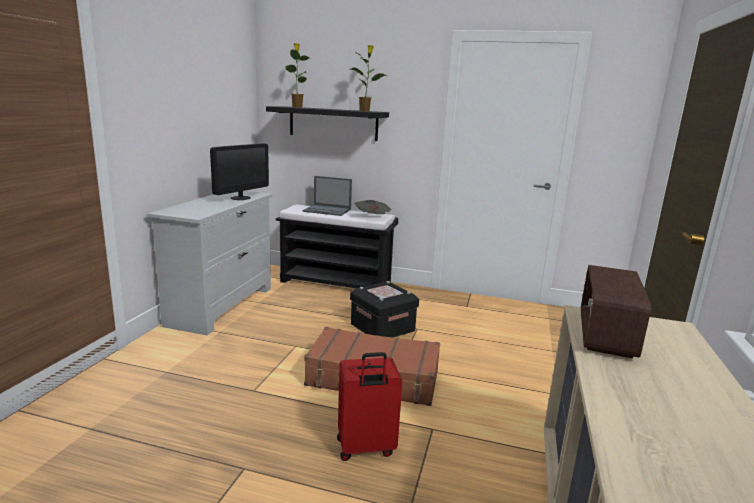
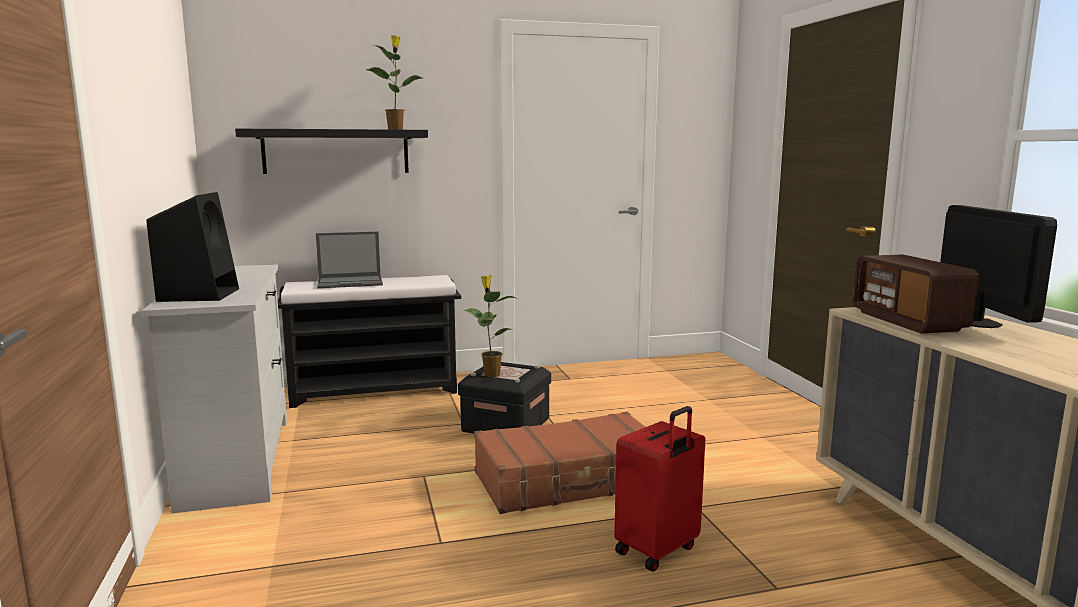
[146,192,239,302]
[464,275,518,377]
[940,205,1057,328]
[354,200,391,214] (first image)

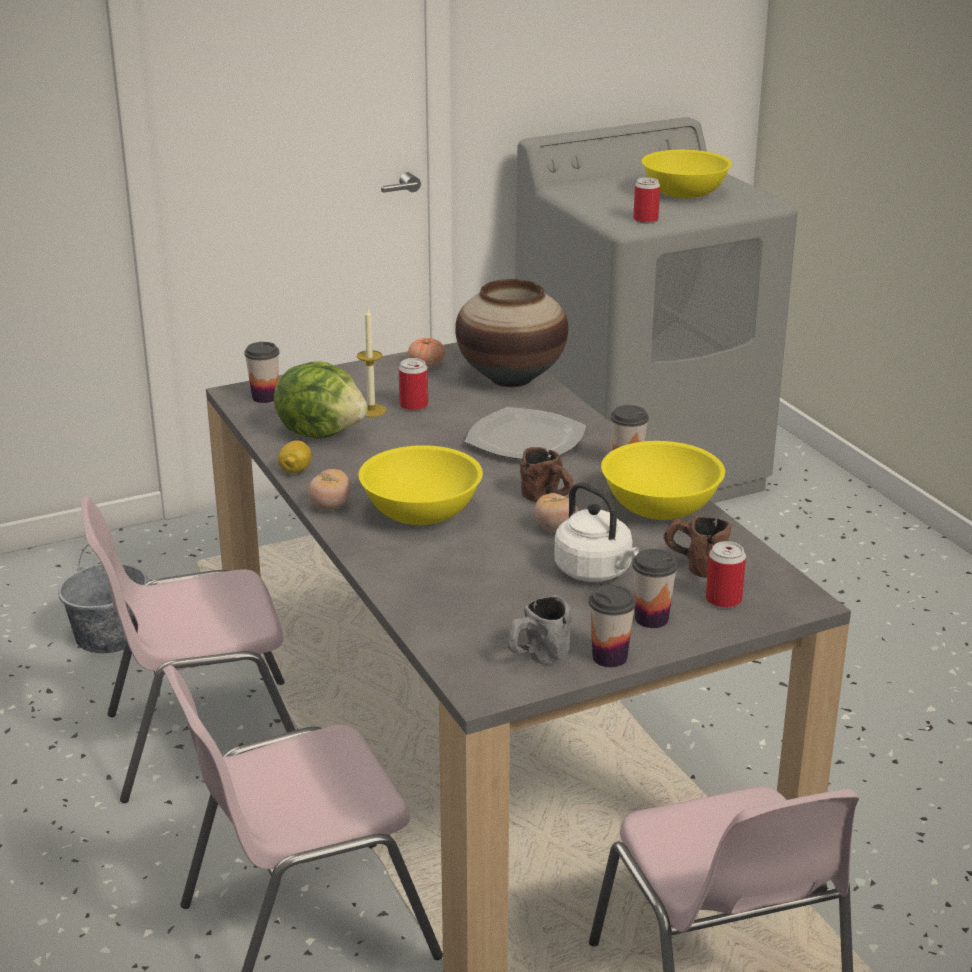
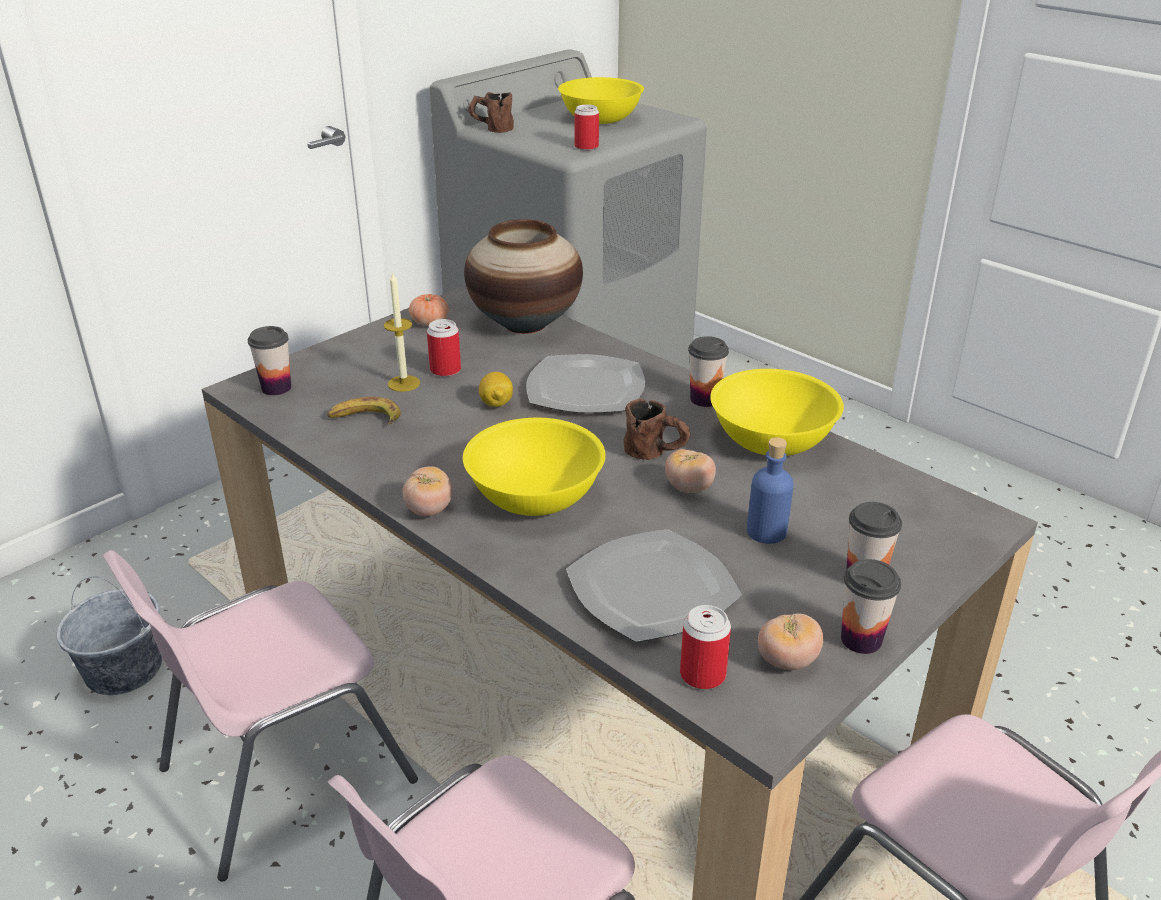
[327,397,401,424]
[468,92,514,133]
[479,372,513,407]
[566,529,742,642]
[680,605,731,690]
[747,437,794,544]
[758,613,824,670]

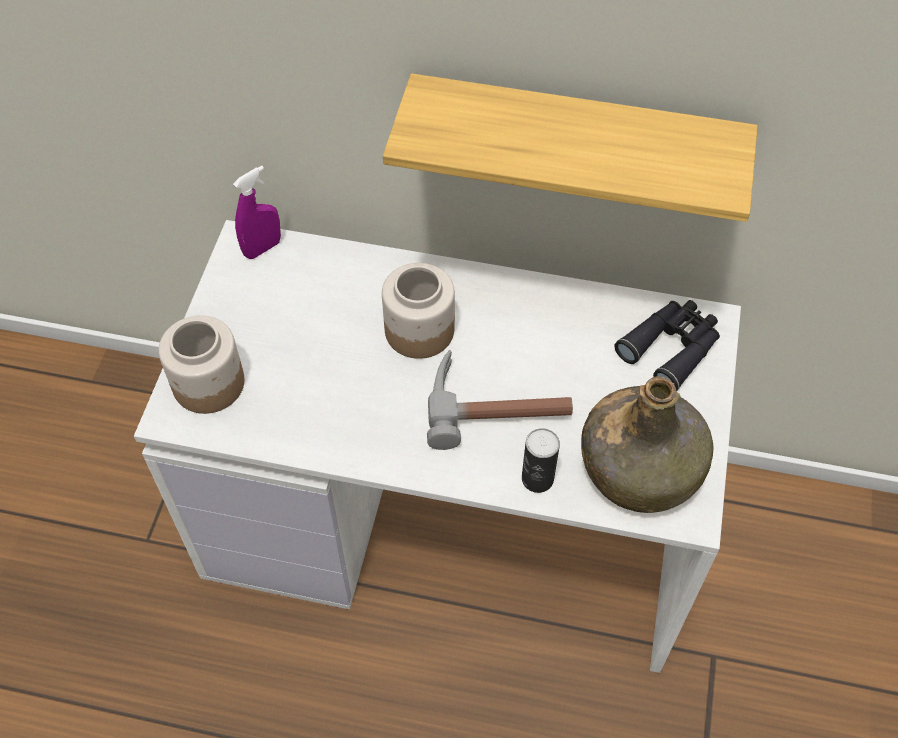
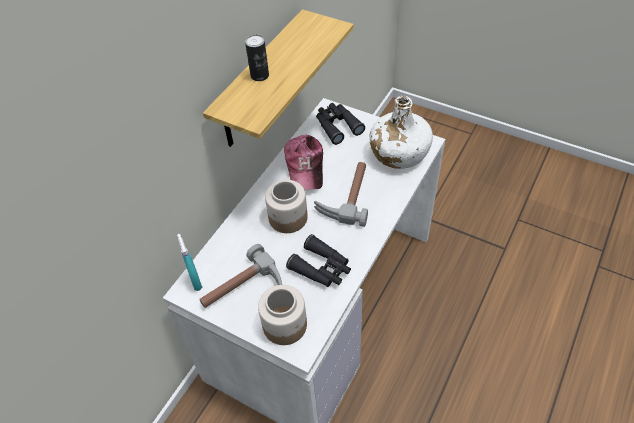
[177,234,202,291]
[200,244,282,308]
[245,35,269,81]
[284,135,323,190]
[286,234,351,287]
[369,96,433,169]

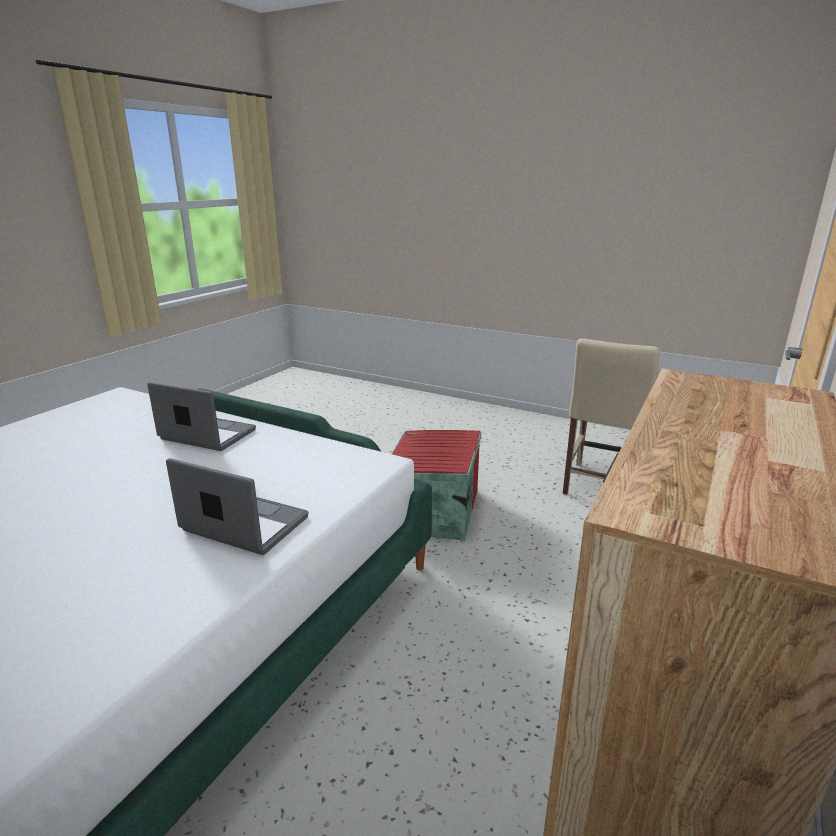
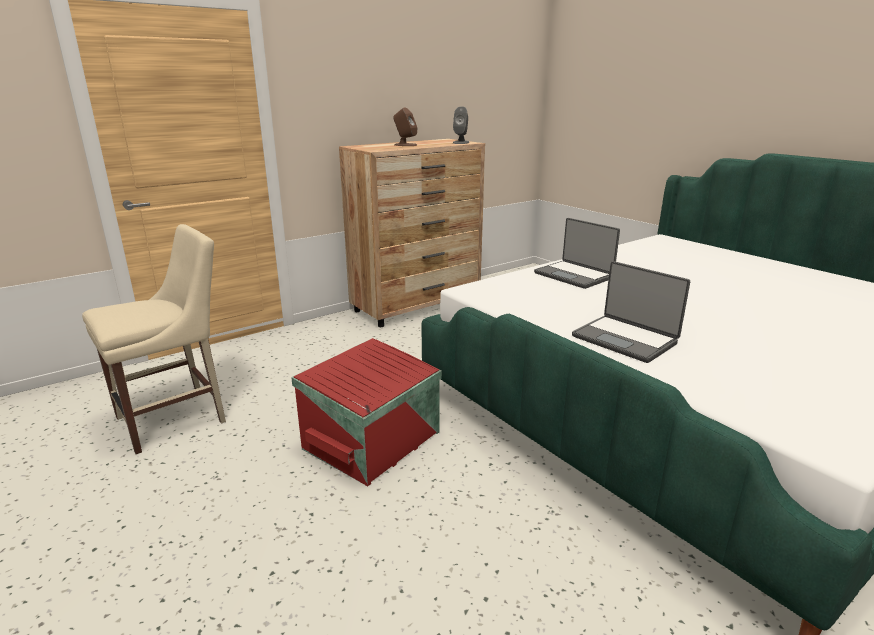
[393,108,417,146]
[453,106,469,144]

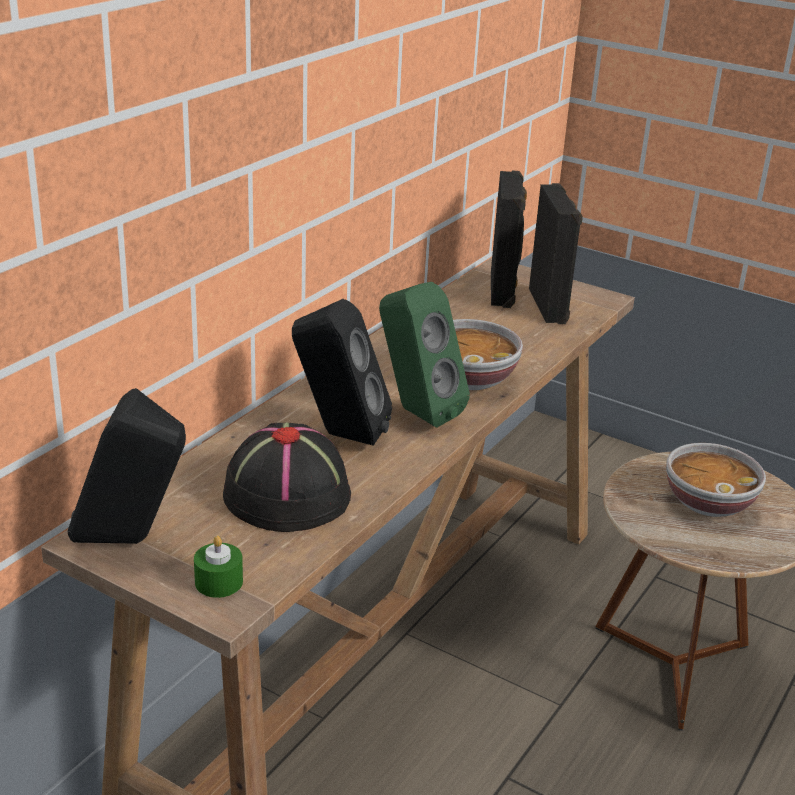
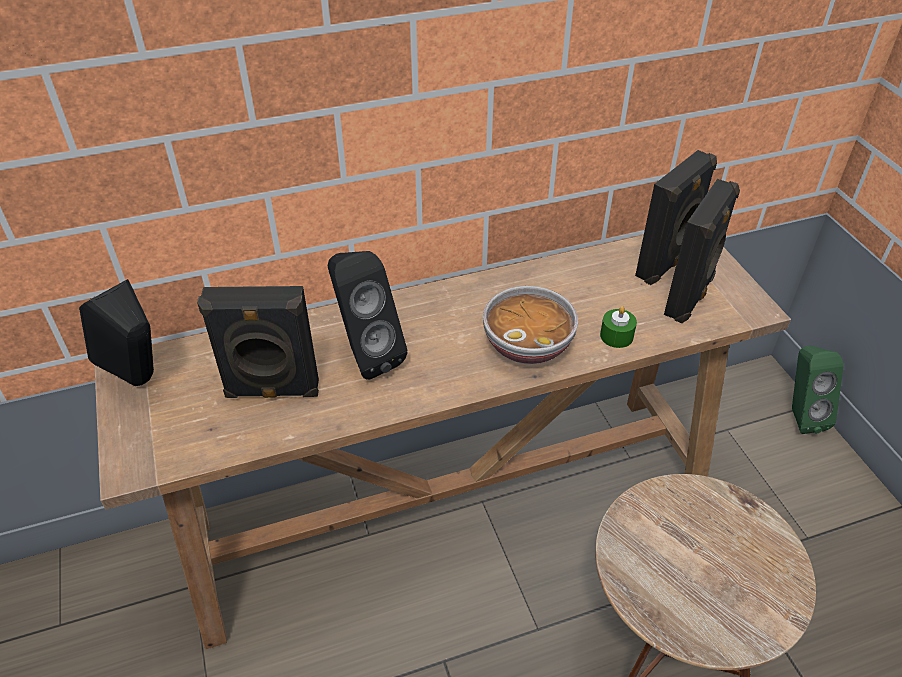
[197,286,319,398]
[600,306,637,348]
[792,345,844,434]
[666,443,766,517] (first image)

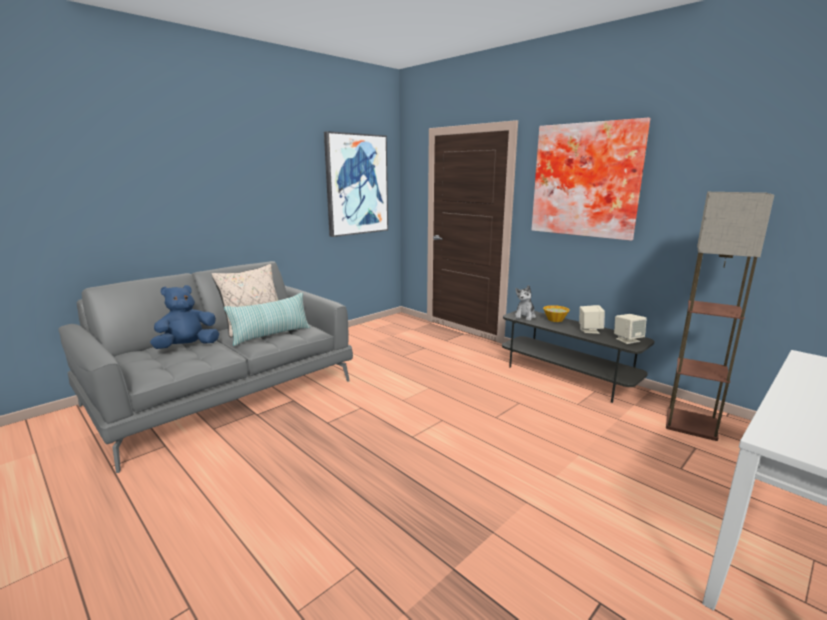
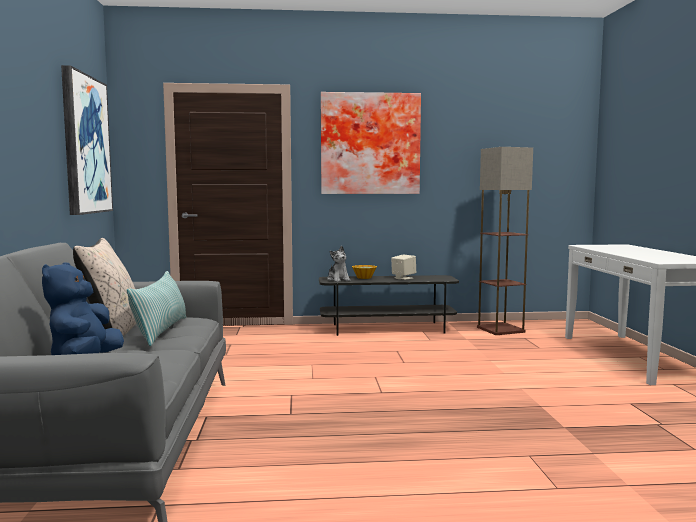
[614,314,647,344] (first image)

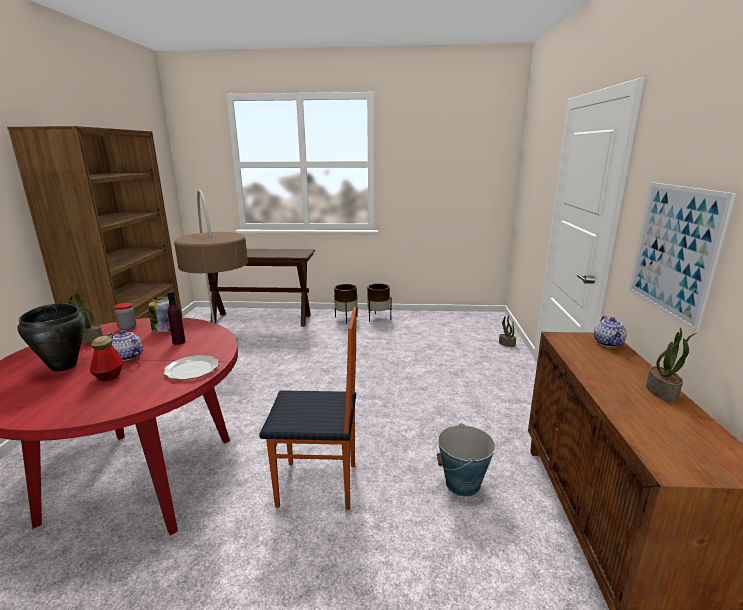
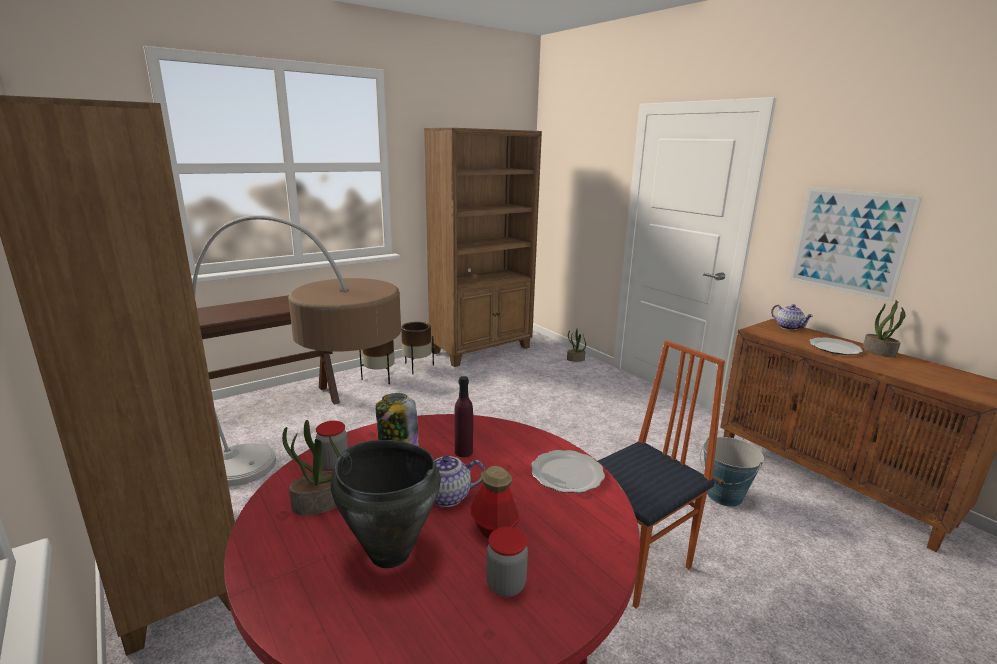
[424,128,542,367]
[486,527,528,597]
[809,337,863,355]

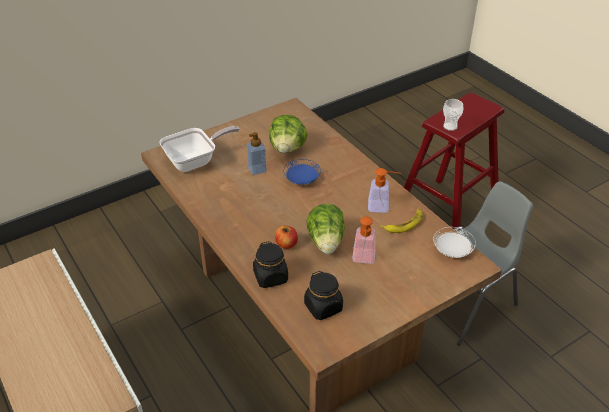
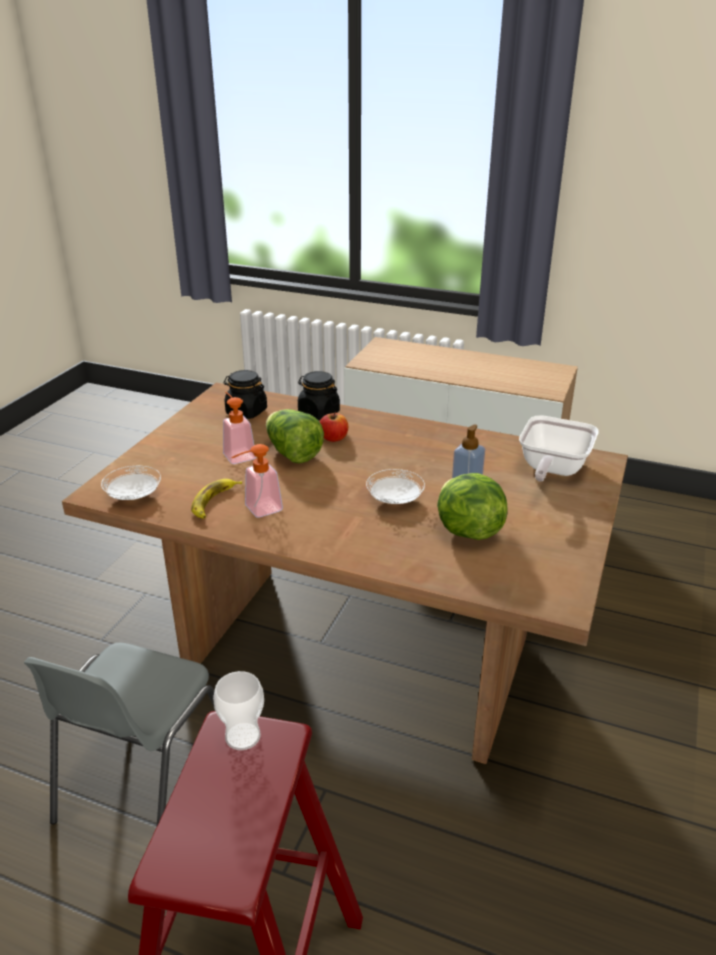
[366,469,425,504]

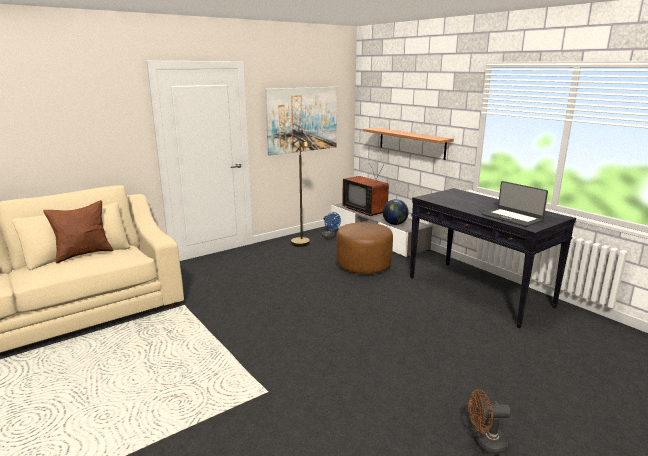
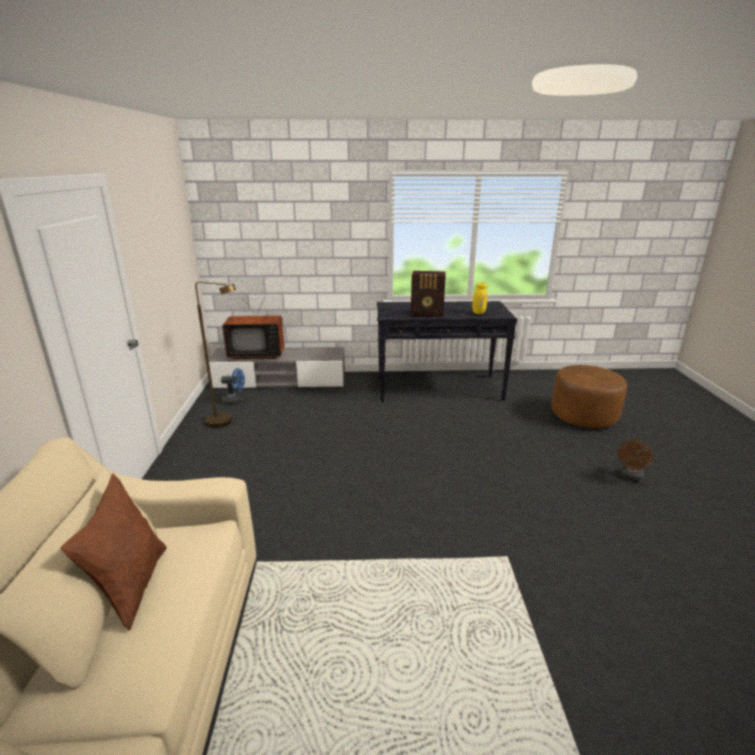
[411,271,446,317]
[472,283,488,314]
[551,365,627,428]
[265,87,337,156] (first image)
[363,128,454,160] (first image)
[383,199,409,225] (first image)

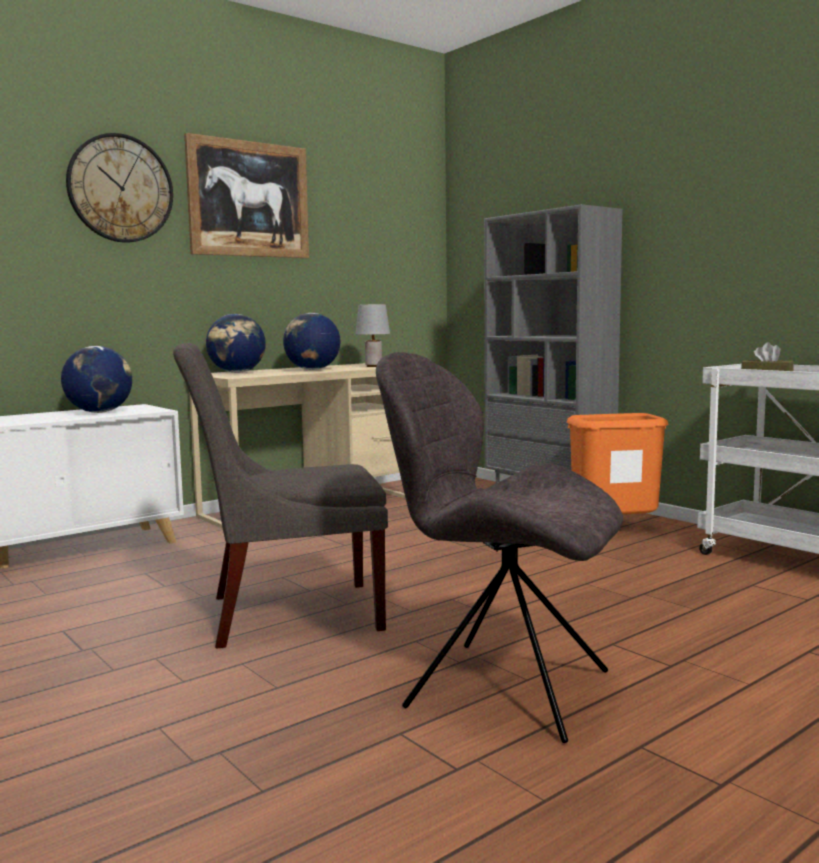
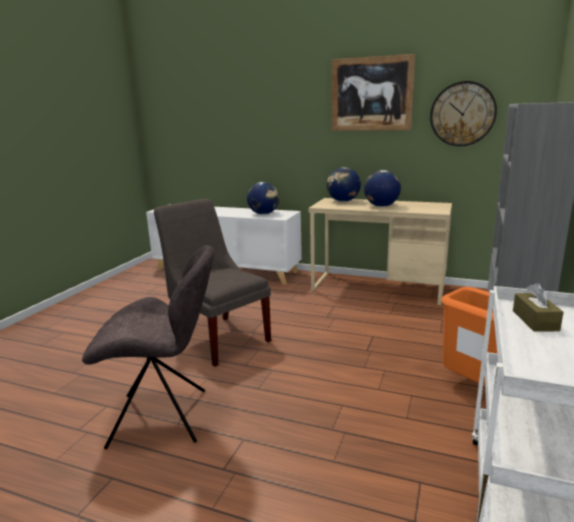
[82,245,215,449]
[430,81,497,146]
[356,304,390,367] (first image)

